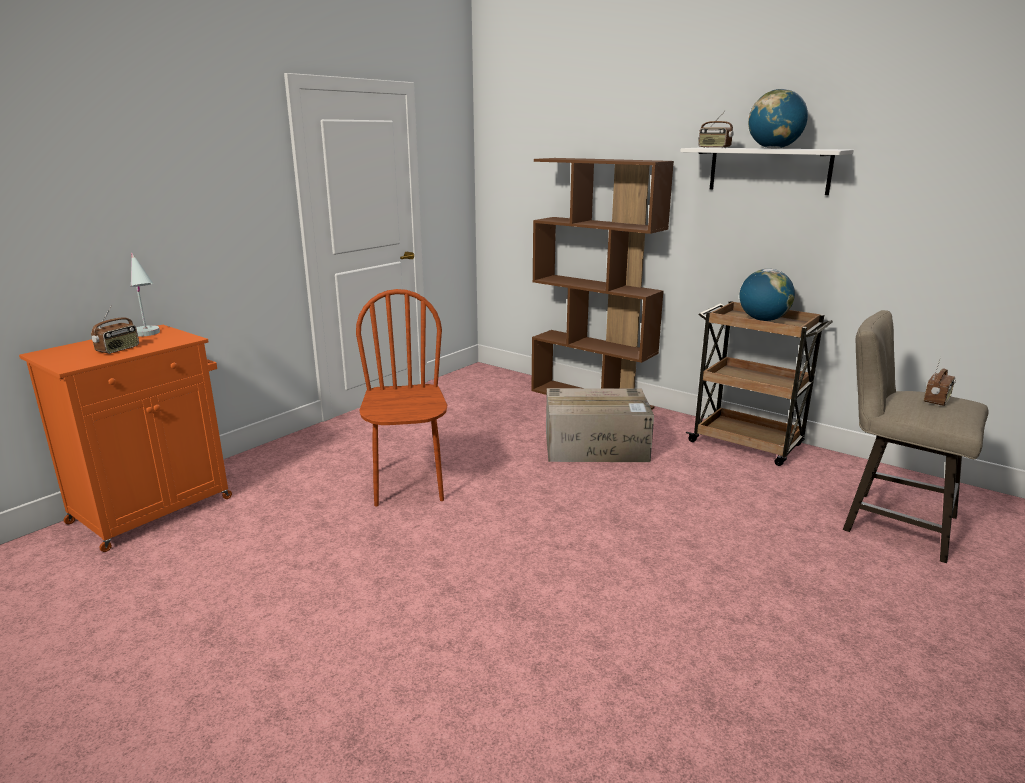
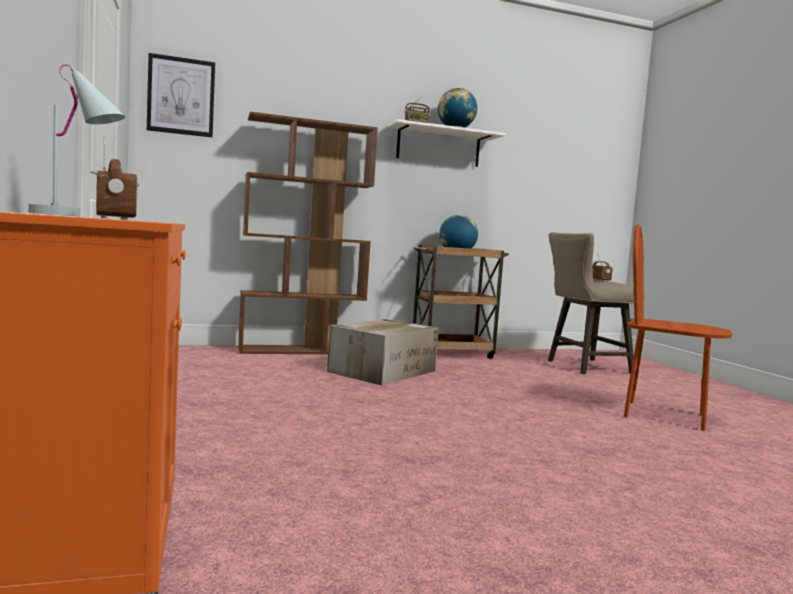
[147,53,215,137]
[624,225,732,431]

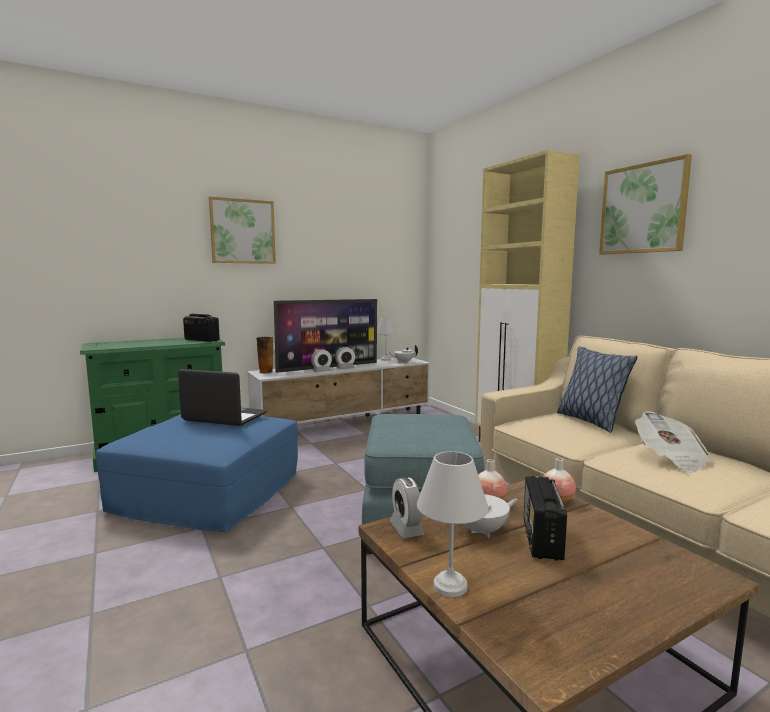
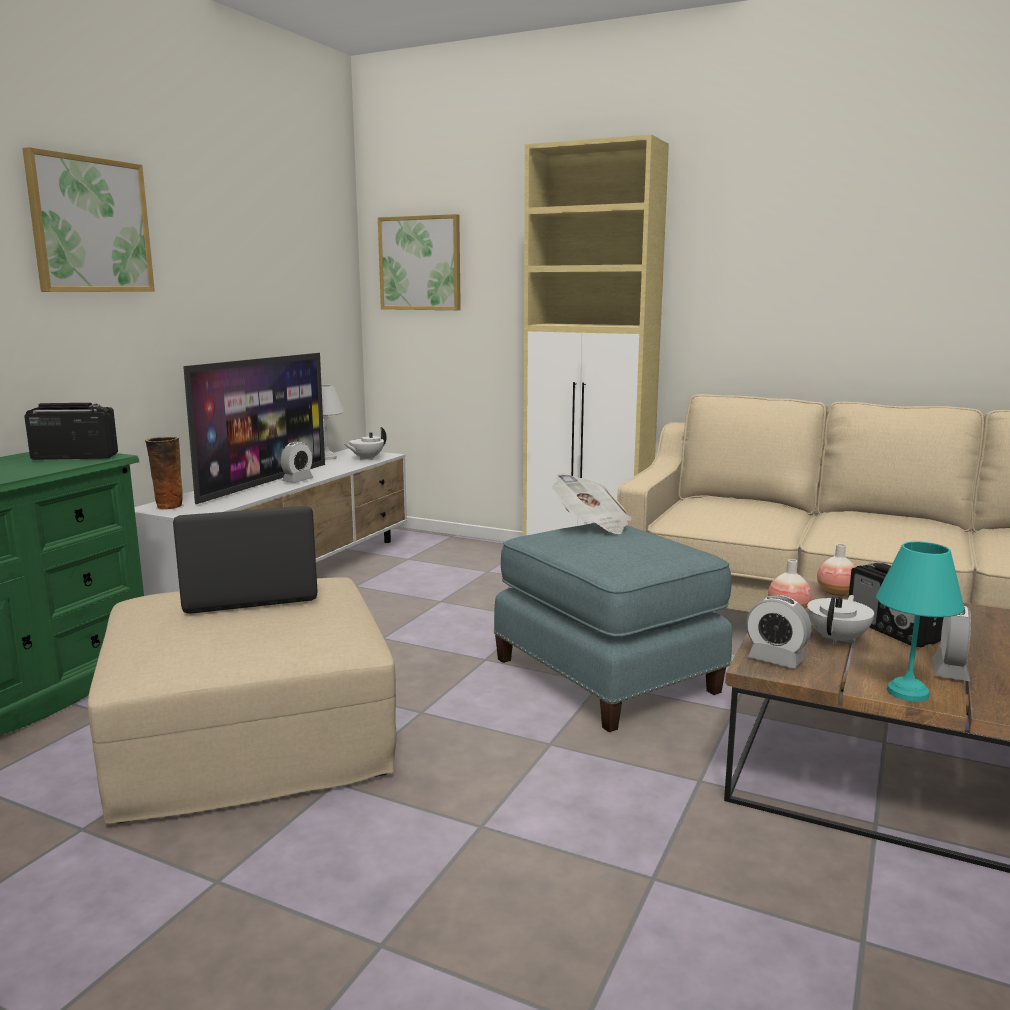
[88,577,397,824]
[378,214,461,310]
[552,474,632,534]
[876,541,964,702]
[932,606,971,681]
[557,346,638,433] (first image)

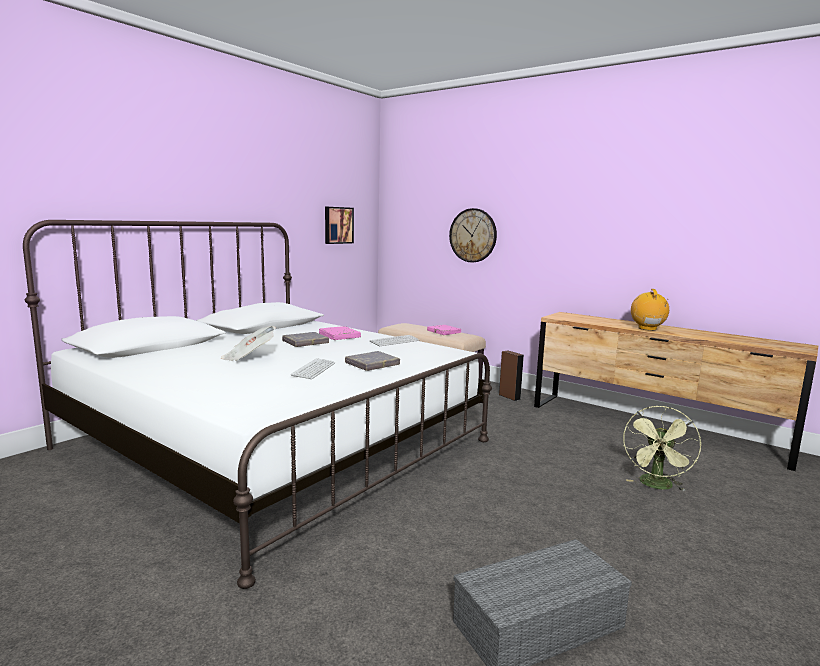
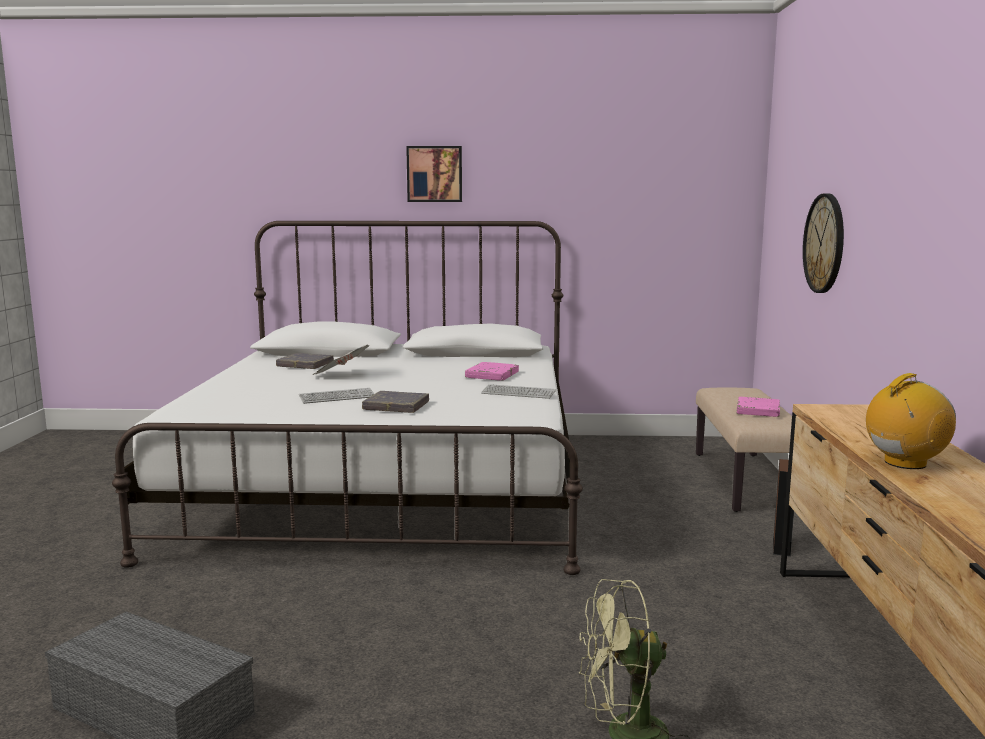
[276,353,334,369]
[406,146,462,202]

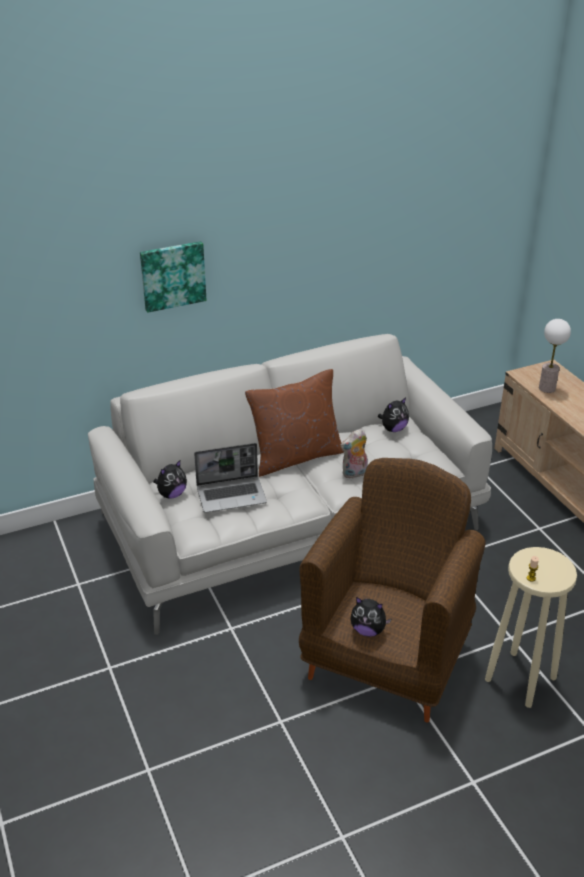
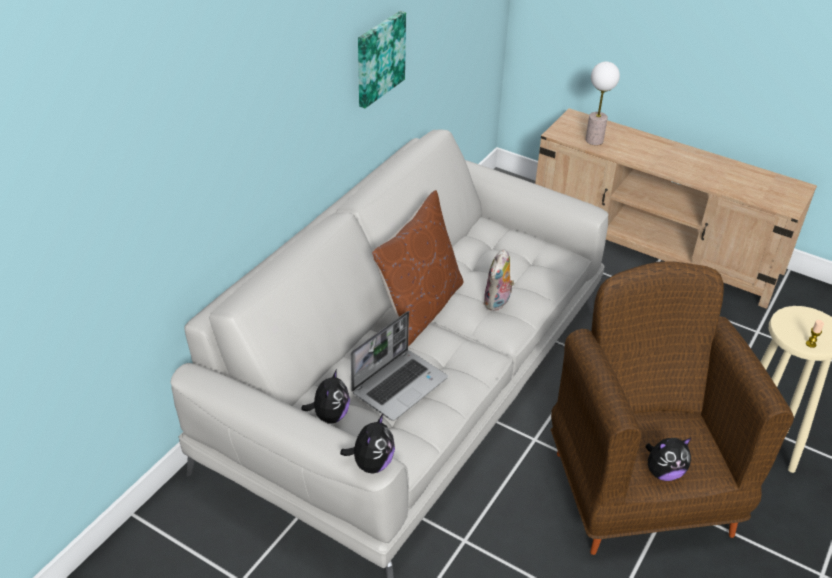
[340,414,395,474]
[358,11,406,108]

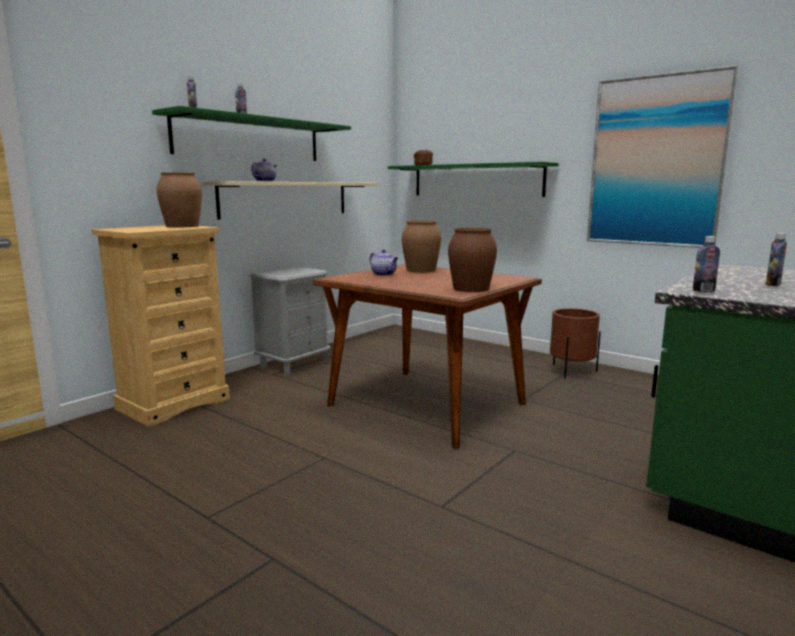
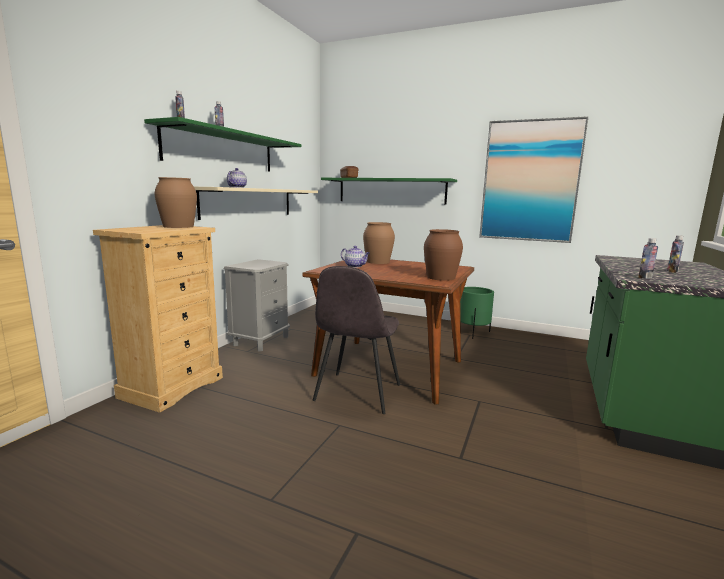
[313,266,400,414]
[460,287,494,339]

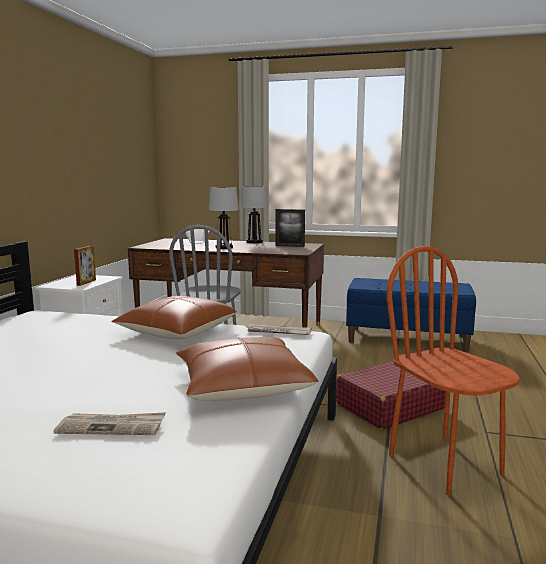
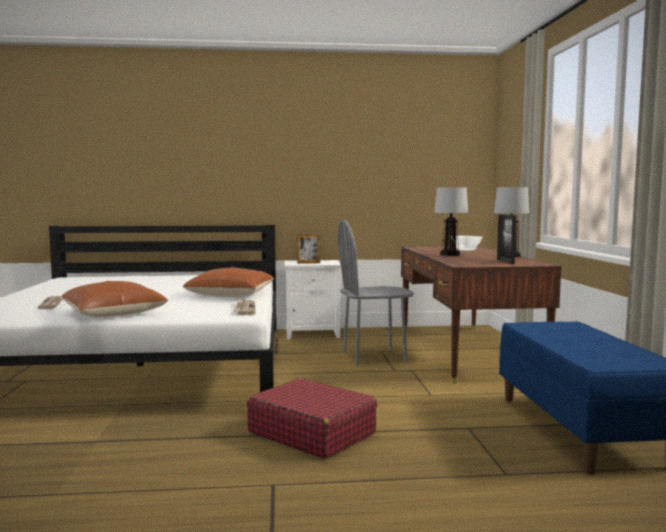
[386,246,520,495] (first image)

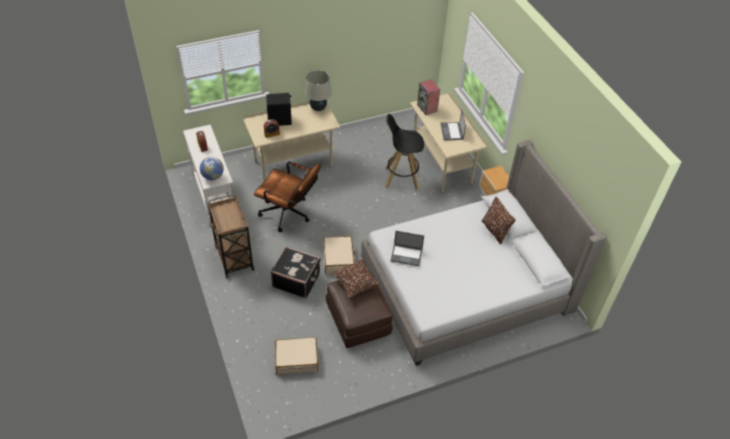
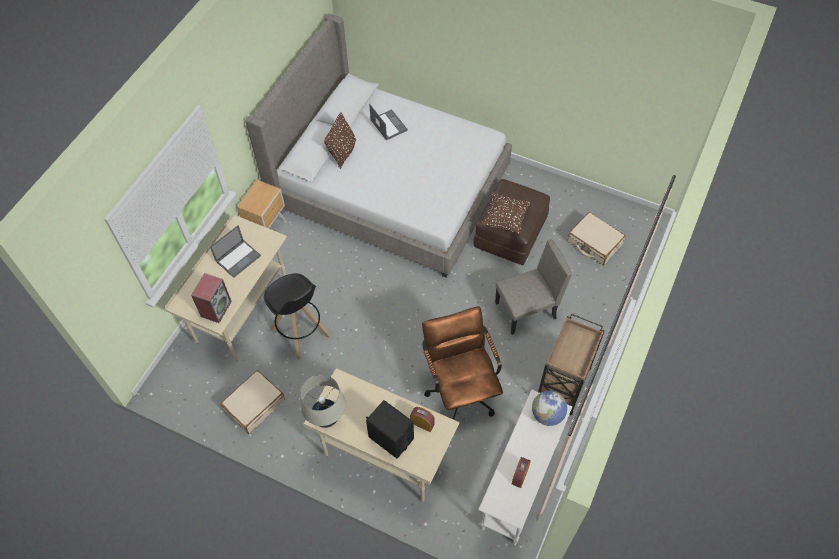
[220,370,285,434]
[369,104,408,140]
[495,239,572,335]

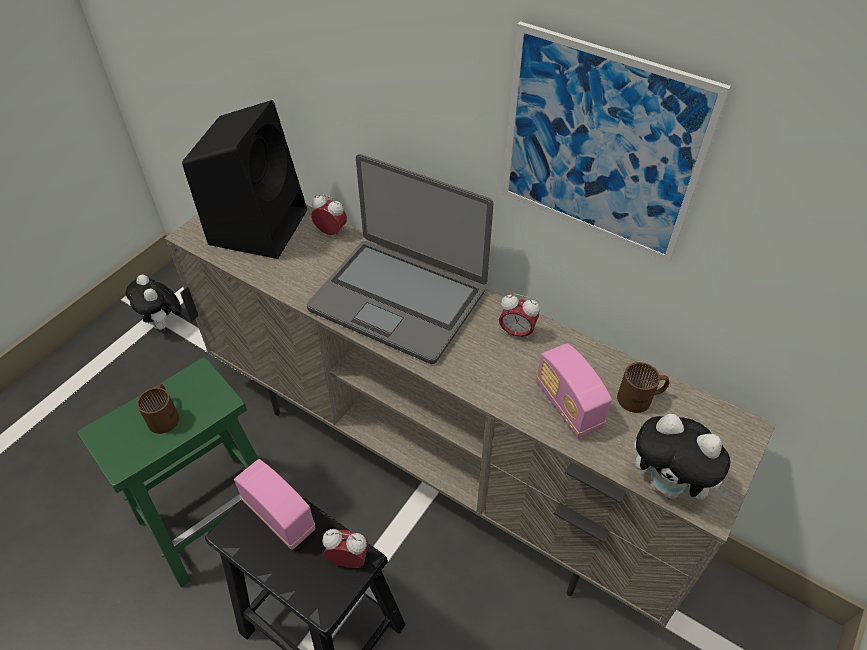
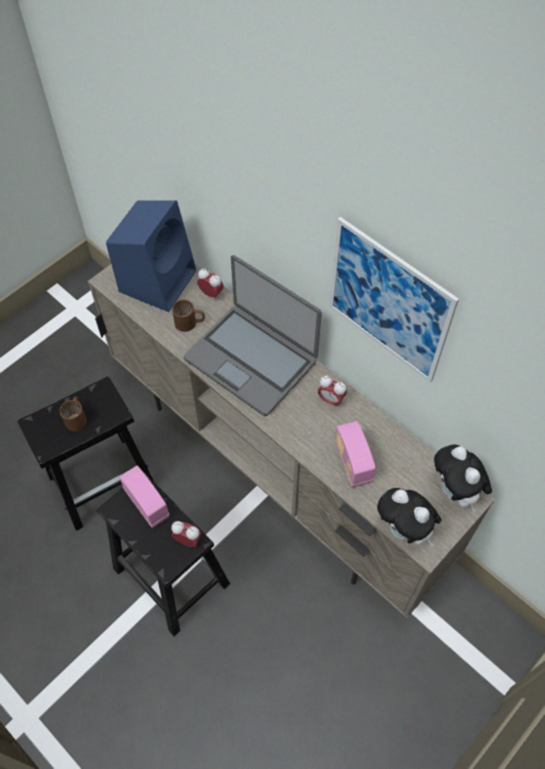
[17,377,153,531]
[106,200,196,312]
[172,299,205,332]
[434,445,492,512]

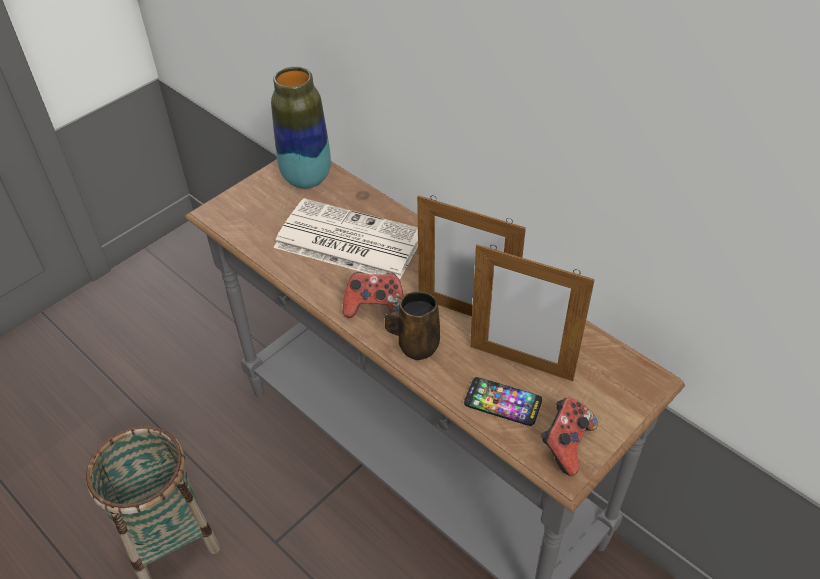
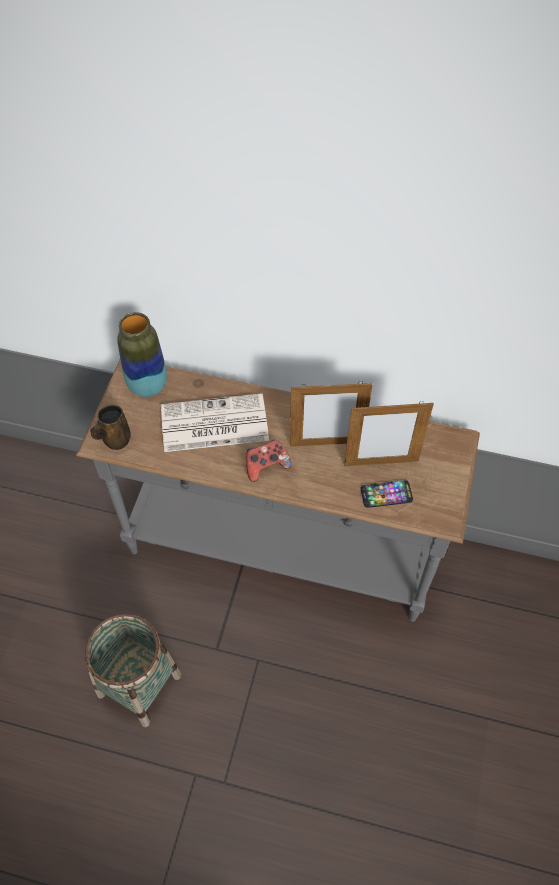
[90,405,131,450]
[541,398,598,476] (first image)

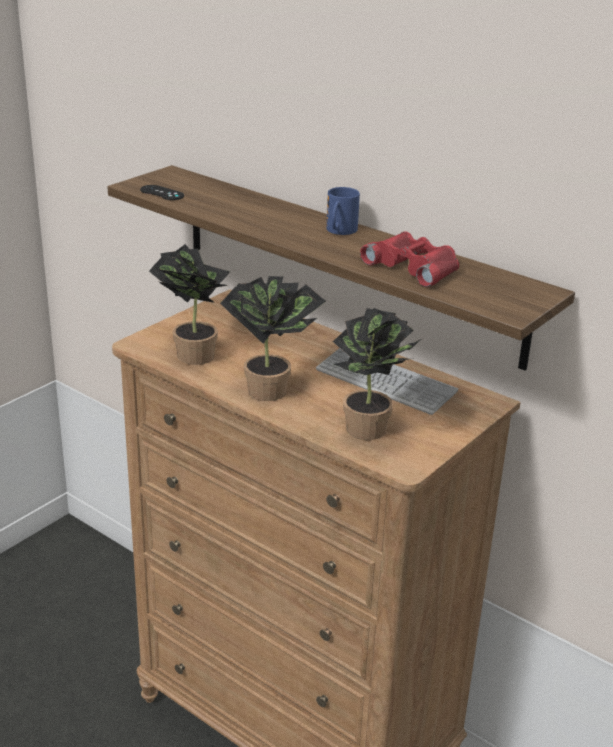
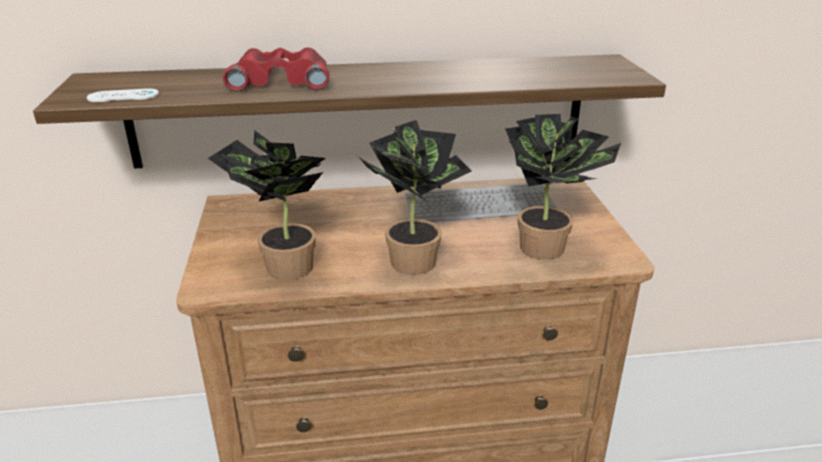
[87,88,159,102]
[223,47,329,91]
[326,187,360,235] (first image)

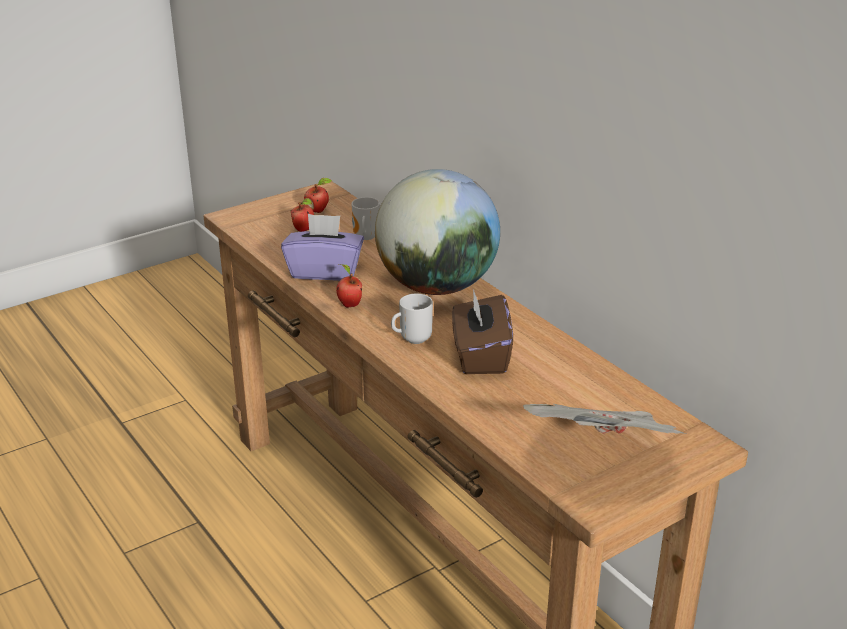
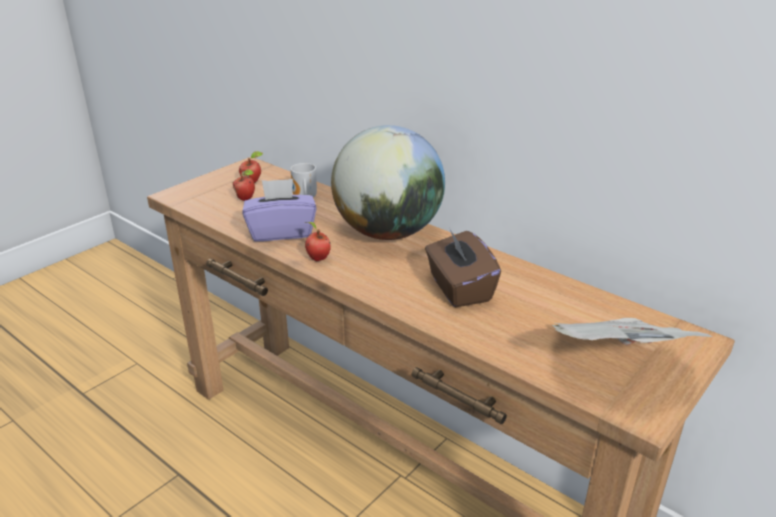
[391,294,433,344] (first image)

